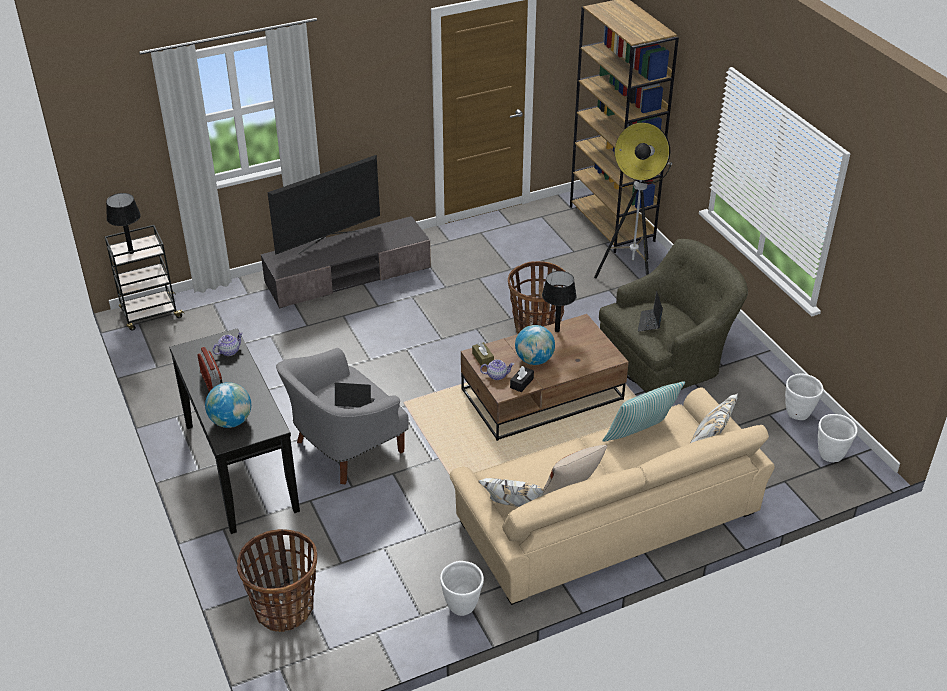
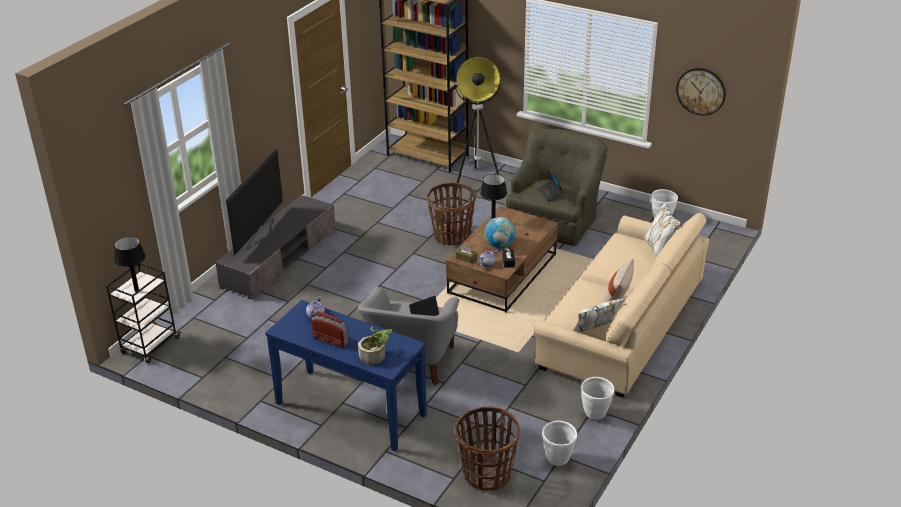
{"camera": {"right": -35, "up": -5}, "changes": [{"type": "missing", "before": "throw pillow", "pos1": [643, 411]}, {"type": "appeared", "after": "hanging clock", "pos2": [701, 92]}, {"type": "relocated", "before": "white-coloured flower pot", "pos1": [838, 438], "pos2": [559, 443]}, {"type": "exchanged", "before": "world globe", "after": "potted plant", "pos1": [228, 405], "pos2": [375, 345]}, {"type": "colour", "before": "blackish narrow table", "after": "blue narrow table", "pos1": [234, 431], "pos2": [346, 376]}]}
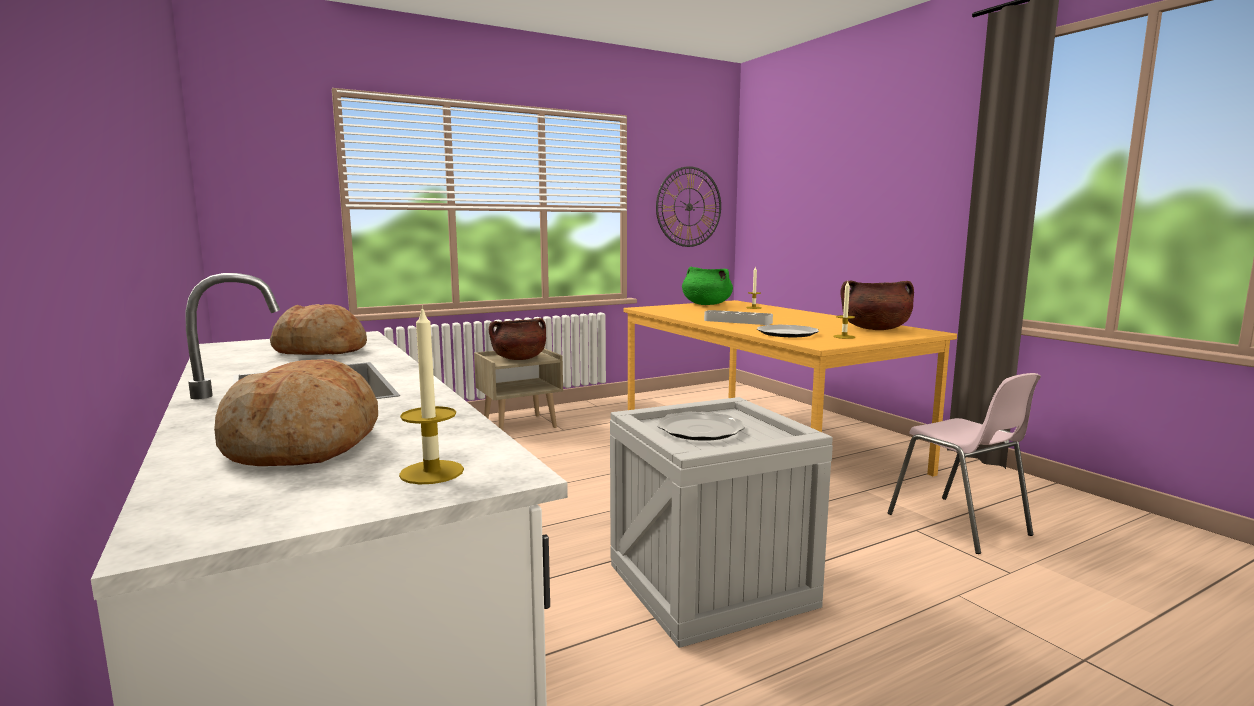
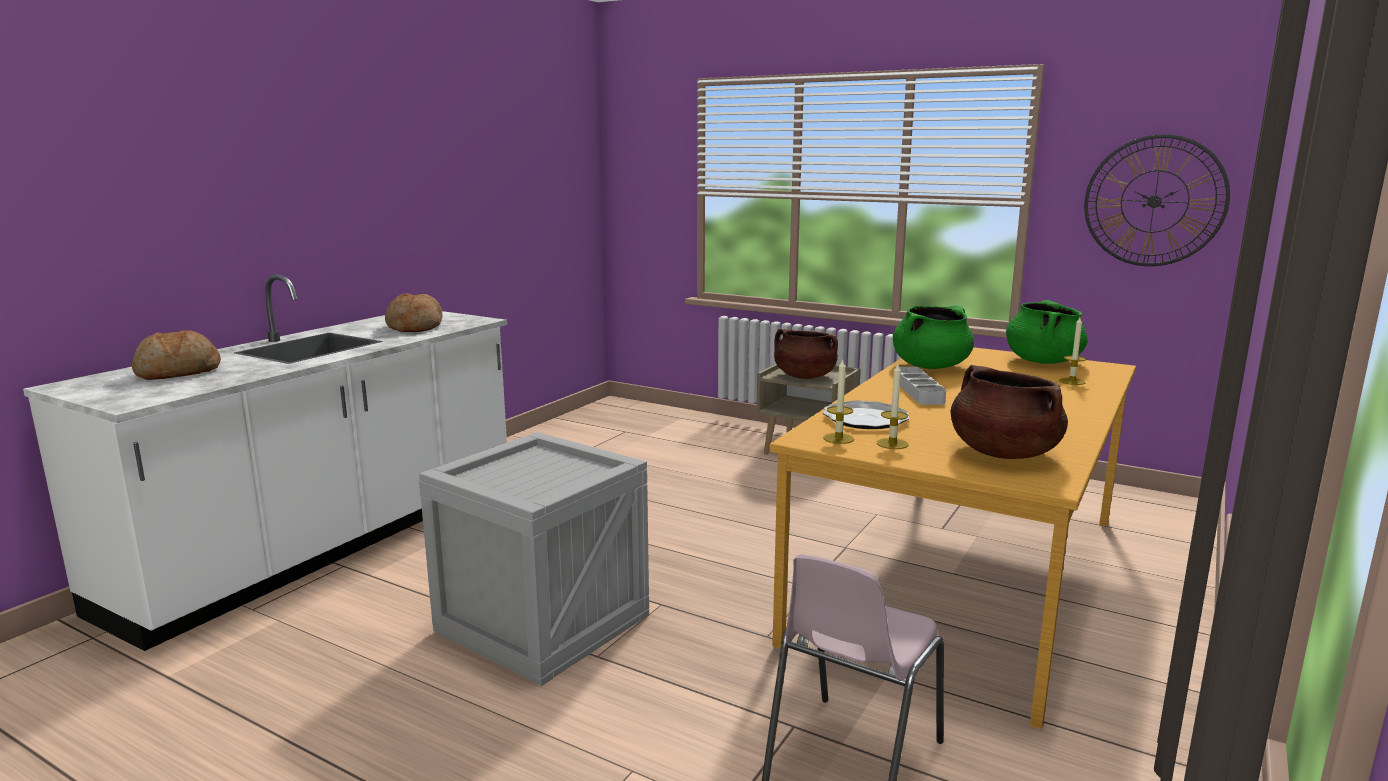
{"camera": {"right": 60, "up": 5}, "changes": [{"type": "missing", "before": "dinner plate", "pos1": [701, 426]}, {"type": "appeared", "after": "greenish saucepot", "pos2": [933, 337]}, {"type": "relocated", "before": "candle", "pos1": [431, 395], "pos2": [839, 401]}]}
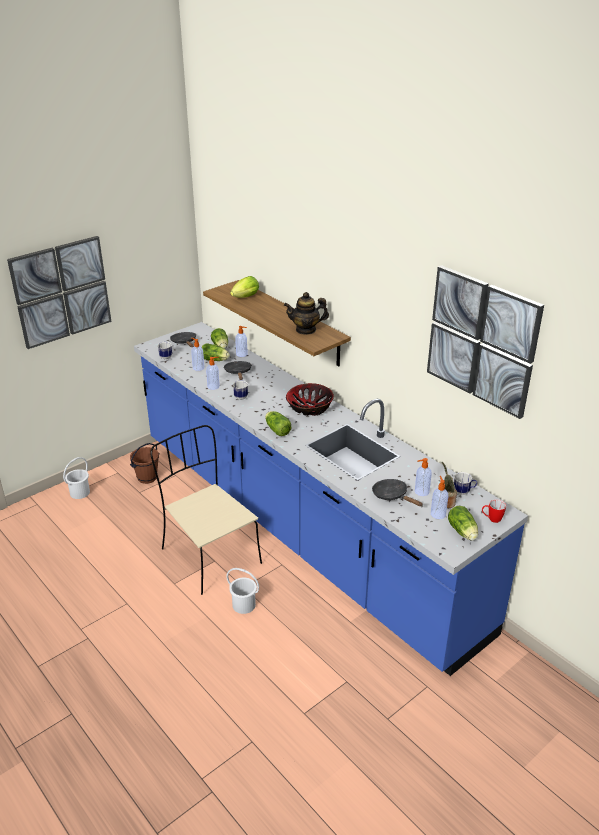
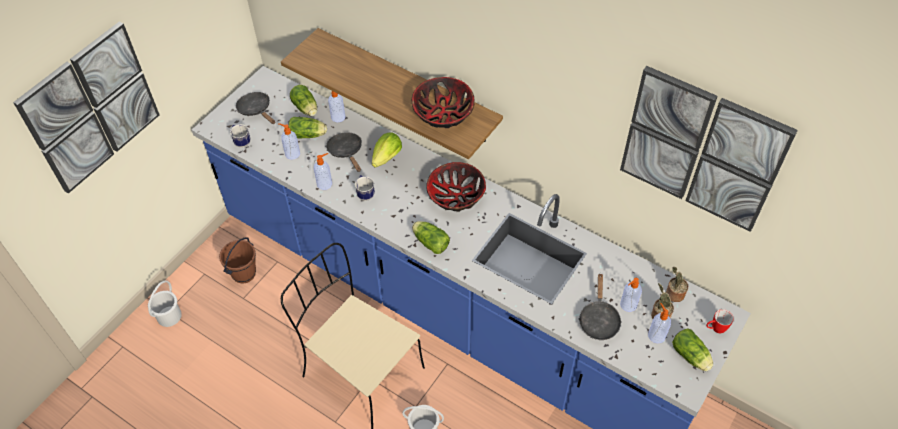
{"camera": {"right": -15, "up": 20}, "changes": [{"type": "relocated", "before": "lettuce head", "pos1": [244, 287], "pos2": [387, 150]}, {"type": "exchanged", "before": "pot for tea", "after": "bowl", "pos1": [306, 313], "pos2": [443, 102]}, {"type": "exchanged", "before": "tea mug", "after": "potted plant", "pos1": [465, 483], "pos2": [677, 284]}, {"type": "spun", "before": "blackish frying pan", "pos1": [397, 492], "pos2": [600, 306], "turn": -120}]}
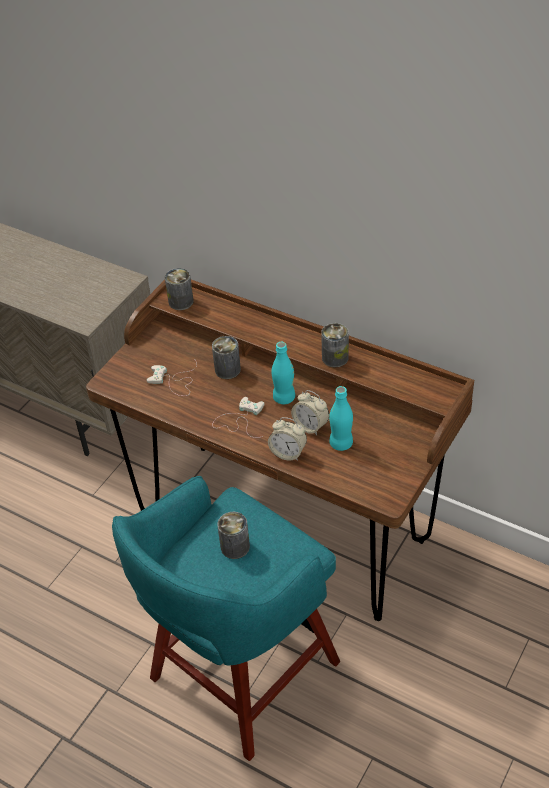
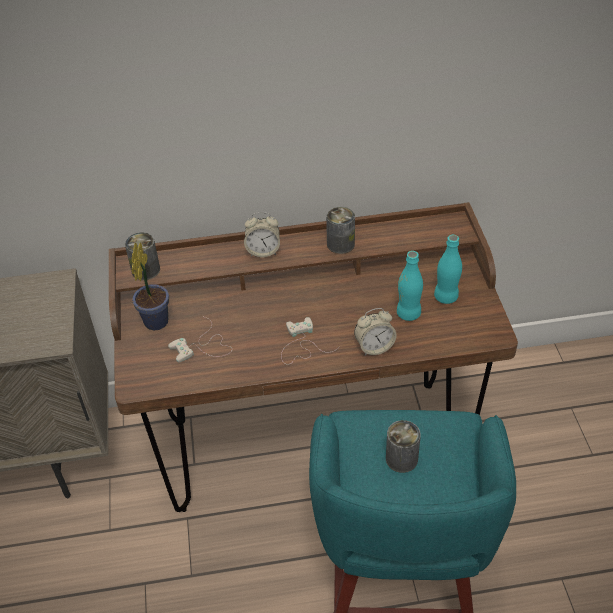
{"camera": {"right": -40, "up": 0}, "changes": [{"type": "missing", "before": "can", "pos1": [226, 357]}, {"type": "appeared", "after": "potted plant", "pos2": [150, 286]}, {"type": "relocated", "before": "blue-green beverage bottle", "pos1": [283, 373], "pos2": [448, 269]}, {"type": "relocated", "before": "bedside clock", "pos1": [310, 412], "pos2": [262, 234]}]}
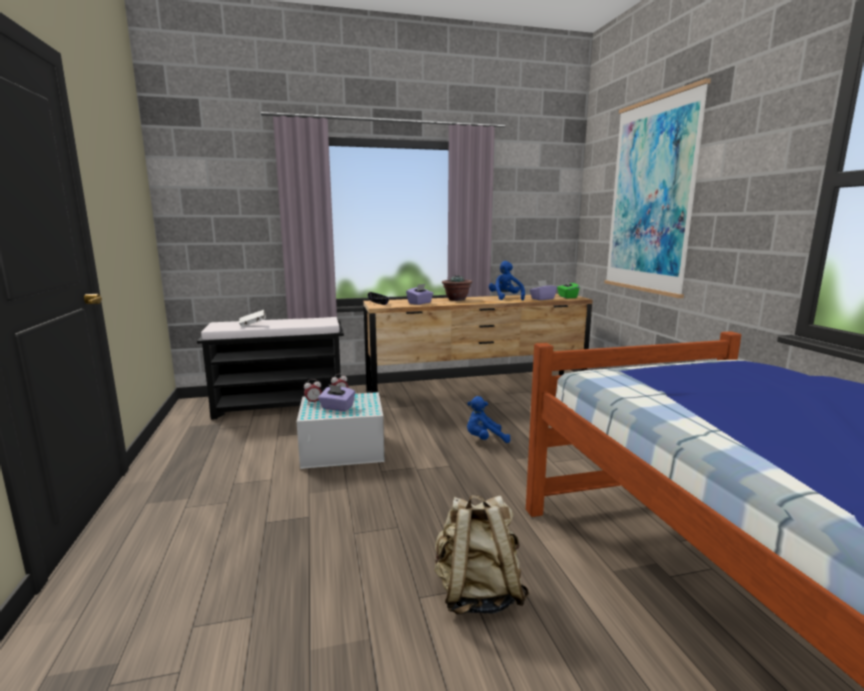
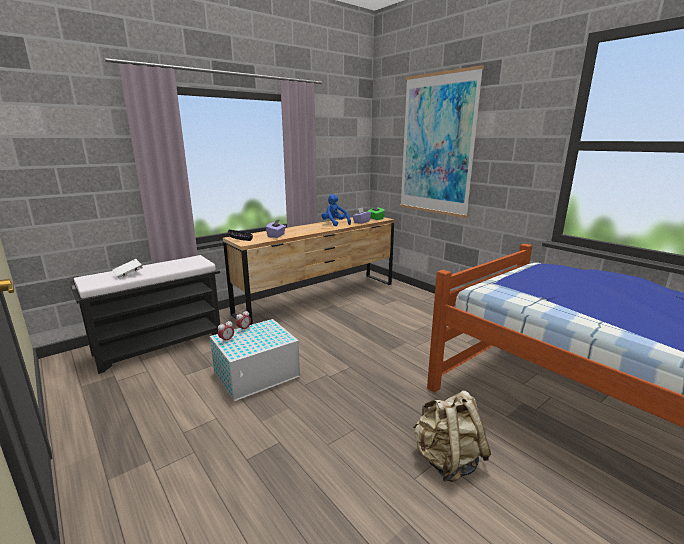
{"camera": {"right": -25, "up": 5}, "changes": [{"type": "missing", "before": "purple-coloured tissue box", "pos1": [336, 397]}, {"type": "missing", "before": "potted plant", "pos1": [457, 288]}, {"type": "missing", "before": "blue cuddly toy", "pos1": [488, 419]}]}
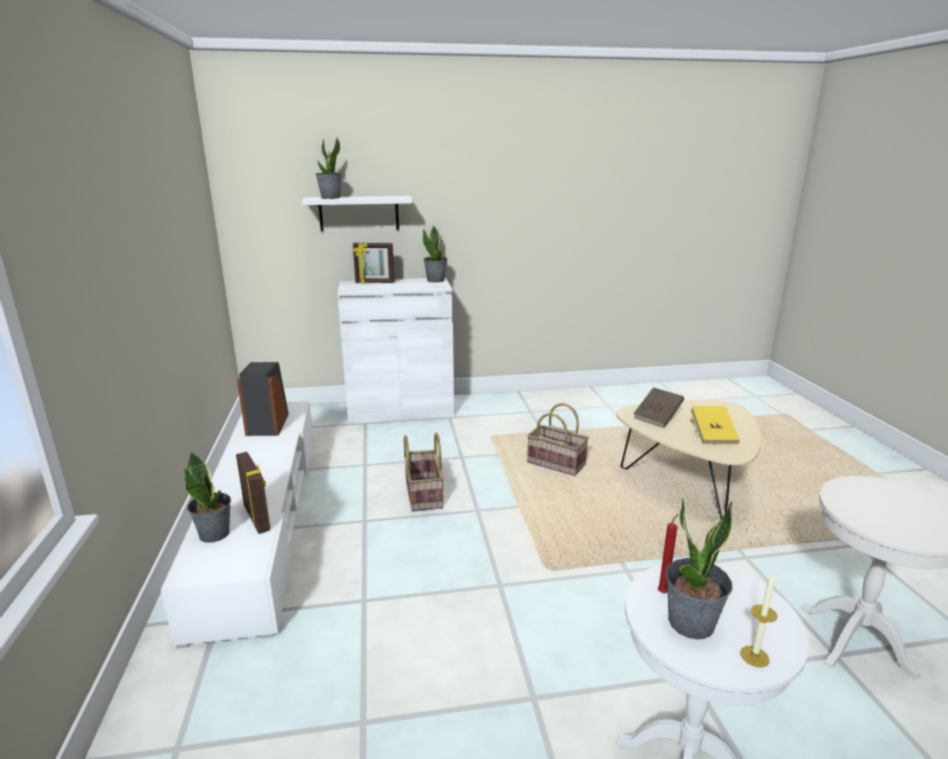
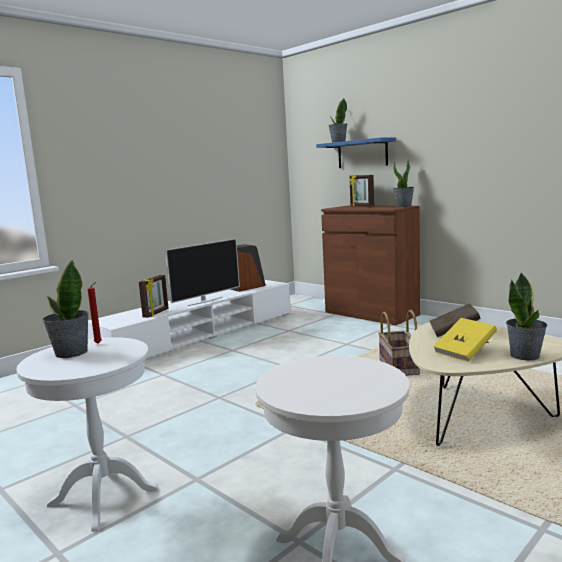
{"camera": {"right": 55, "up": -10}, "changes": [{"type": "missing", "before": "storage basket", "pos1": [424, 472]}, {"type": "missing", "before": "candle", "pos1": [758, 621]}, {"type": "appeared", "after": "television", "pos2": [202, 272]}, {"type": "relocated", "before": "potted plant", "pos1": [207, 497], "pos2": [527, 316]}, {"type": "colour", "before": "white-coloured wall shelf", "after": "blue wall shelf", "pos1": [357, 213], "pos2": [356, 152]}, {"type": "colour", "before": "white-coloured cupboard", "after": "brownish cupboard", "pos1": [395, 350], "pos2": [370, 265]}]}
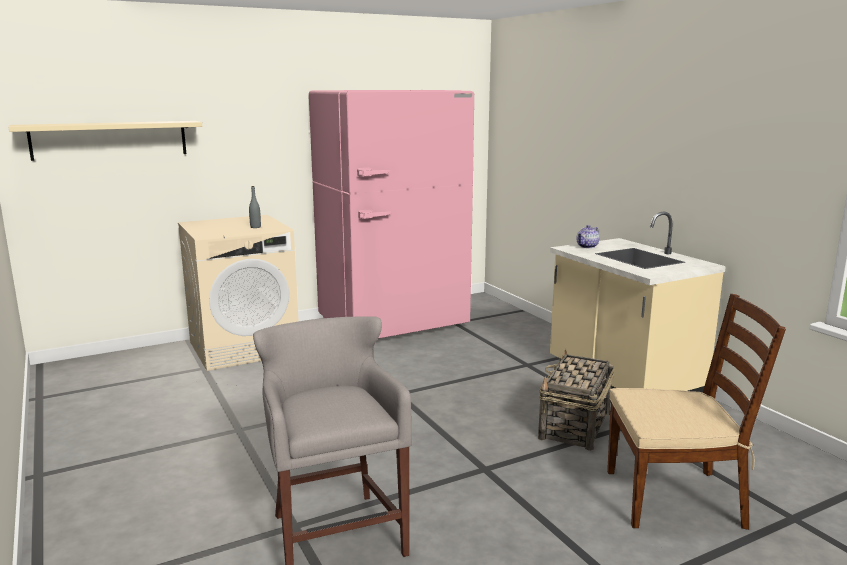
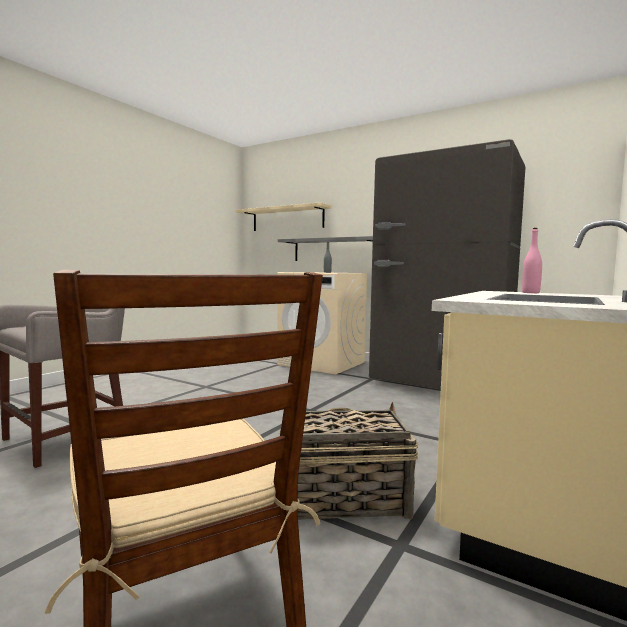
{"camera": {"right": 60, "up": -10}, "changes": [{"type": "appeared", "after": "grey wall shelf", "pos2": [325, 248]}, {"type": "exchanged", "before": "pot for tea", "after": "pink beverage bottle", "pos1": [587, 236], "pos2": [532, 260]}, {"type": "colour", "before": "pink refrigerator", "after": "grey refrigerator", "pos1": [391, 214], "pos2": [447, 264]}]}
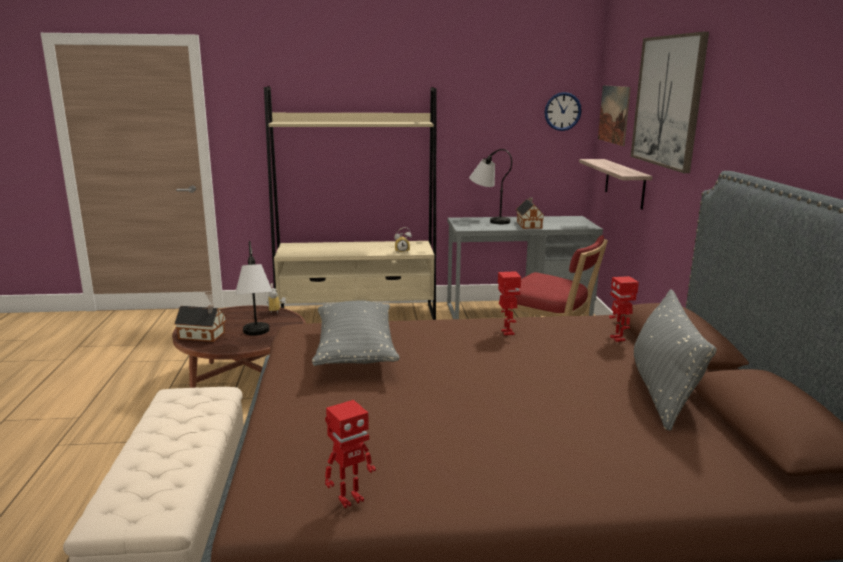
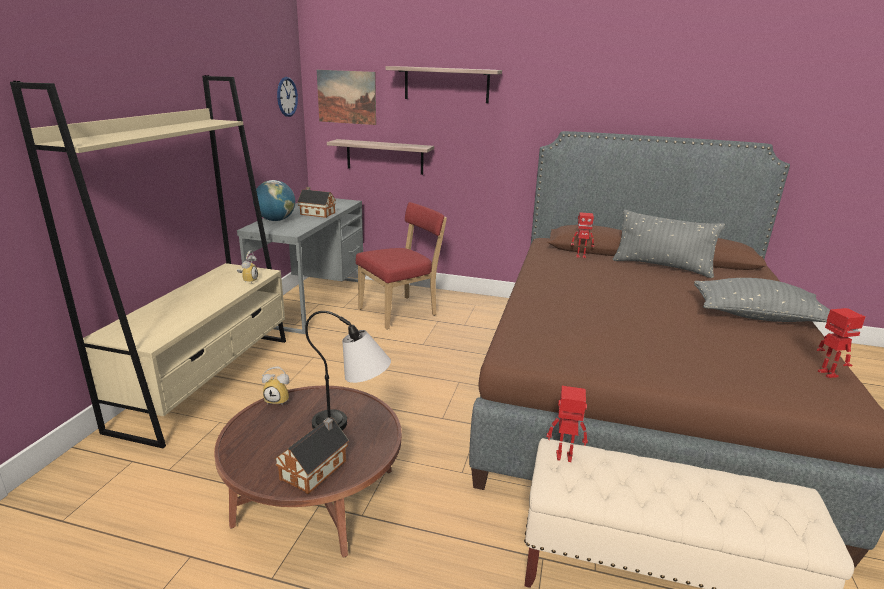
{"camera": {"right": -70, "up": 5}, "changes": [{"type": "relocated", "before": "grey throw pillow", "pos1": [356, 333], "pos2": [762, 300]}, {"type": "relocated", "before": "robot figure", "pos1": [509, 303], "pos2": [567, 424]}, {"type": "exchanged", "before": "tabletop lamp", "after": "world globe", "pos1": [490, 186], "pos2": [274, 200]}, {"type": "exchanged", "before": "wall art", "after": "wall shelf", "pos1": [670, 102], "pos2": [444, 84]}]}
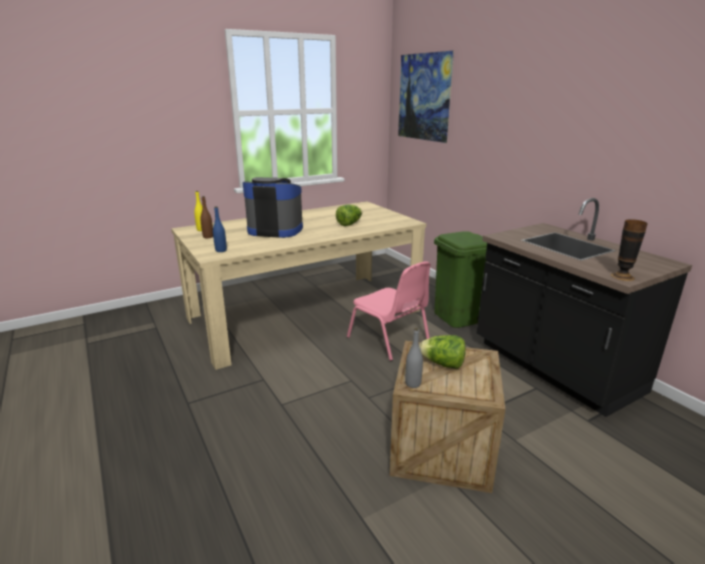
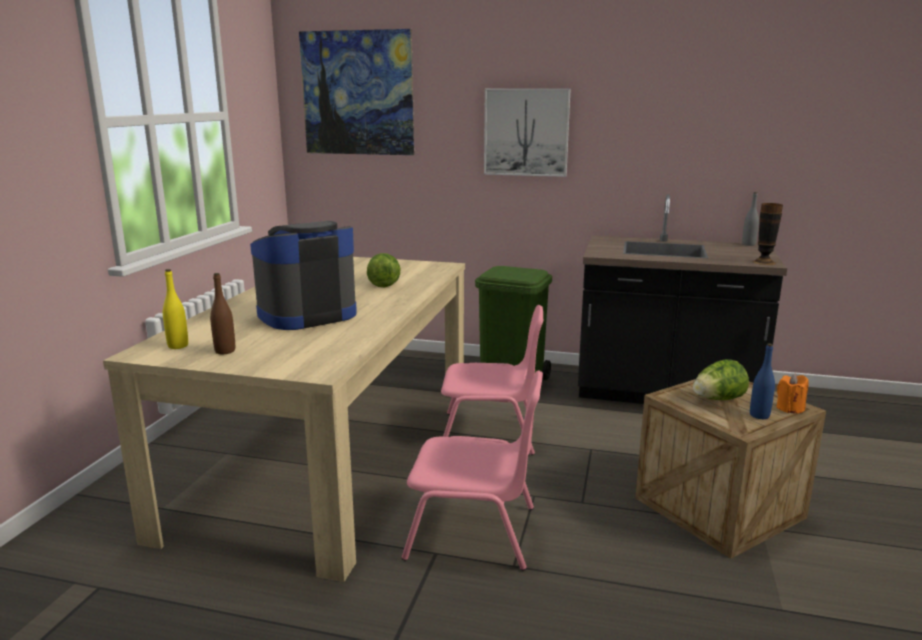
{"camera": {"right": -45, "up": -5}, "changes": [{"type": "appeared", "after": "pink upright chair", "pos2": [472, 470]}, {"type": "appeared", "after": "wall art", "pos2": [527, 132]}, {"type": "appeared", "after": "orange-coloured candle", "pos2": [792, 393]}, {"type": "relocated", "before": "blue beverage bottle", "pos1": [220, 229], "pos2": [762, 381]}, {"type": "relocated", "before": "grey beverage bottle", "pos1": [414, 358], "pos2": [750, 219]}]}
